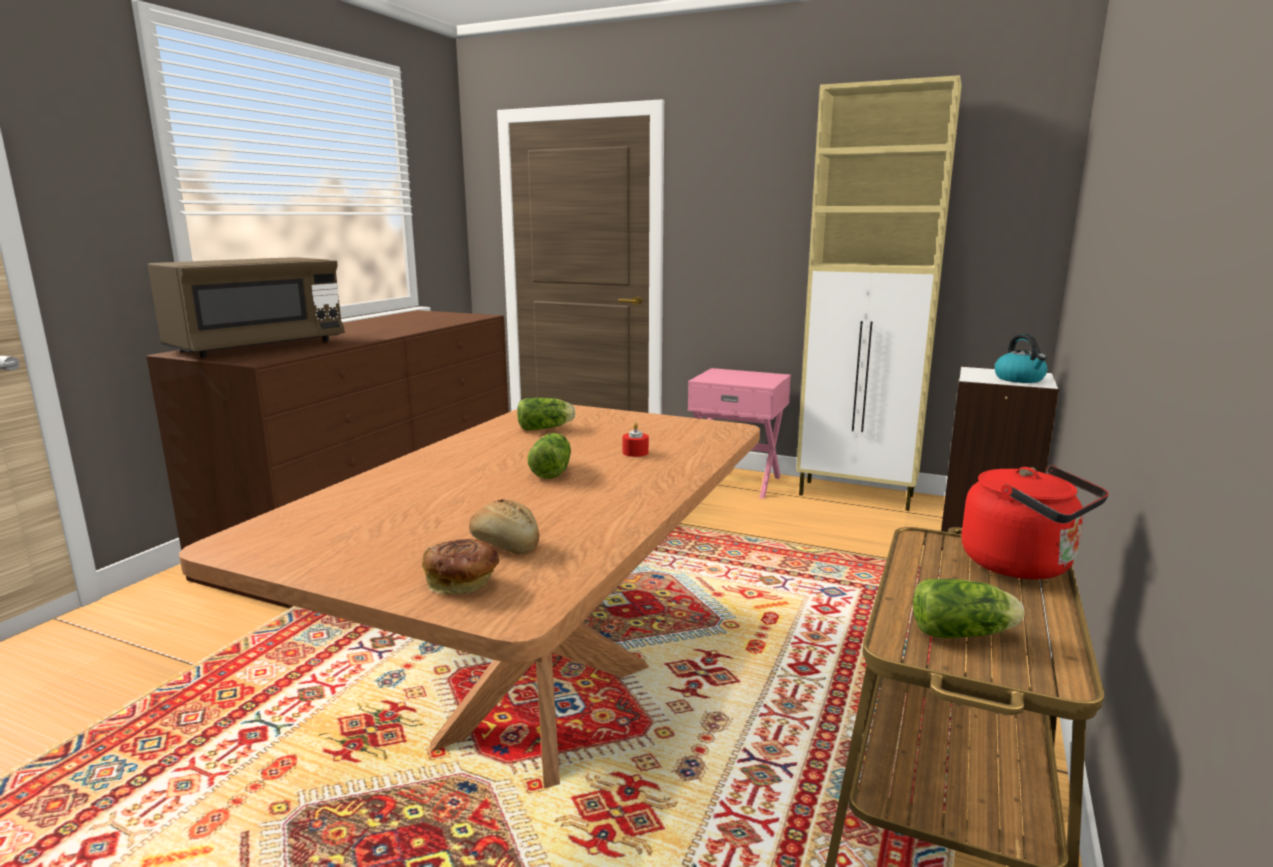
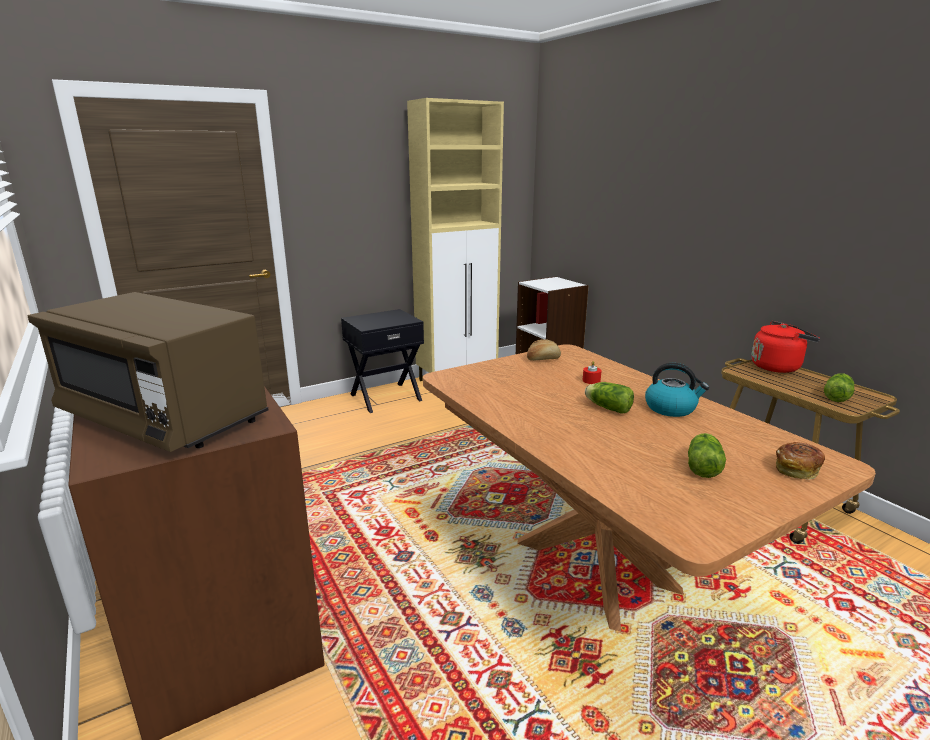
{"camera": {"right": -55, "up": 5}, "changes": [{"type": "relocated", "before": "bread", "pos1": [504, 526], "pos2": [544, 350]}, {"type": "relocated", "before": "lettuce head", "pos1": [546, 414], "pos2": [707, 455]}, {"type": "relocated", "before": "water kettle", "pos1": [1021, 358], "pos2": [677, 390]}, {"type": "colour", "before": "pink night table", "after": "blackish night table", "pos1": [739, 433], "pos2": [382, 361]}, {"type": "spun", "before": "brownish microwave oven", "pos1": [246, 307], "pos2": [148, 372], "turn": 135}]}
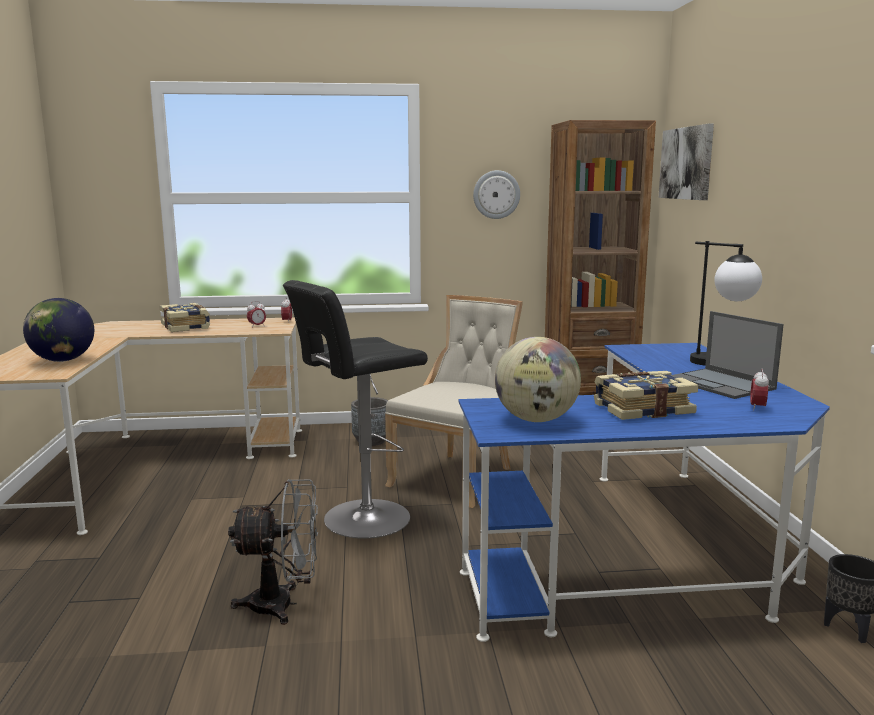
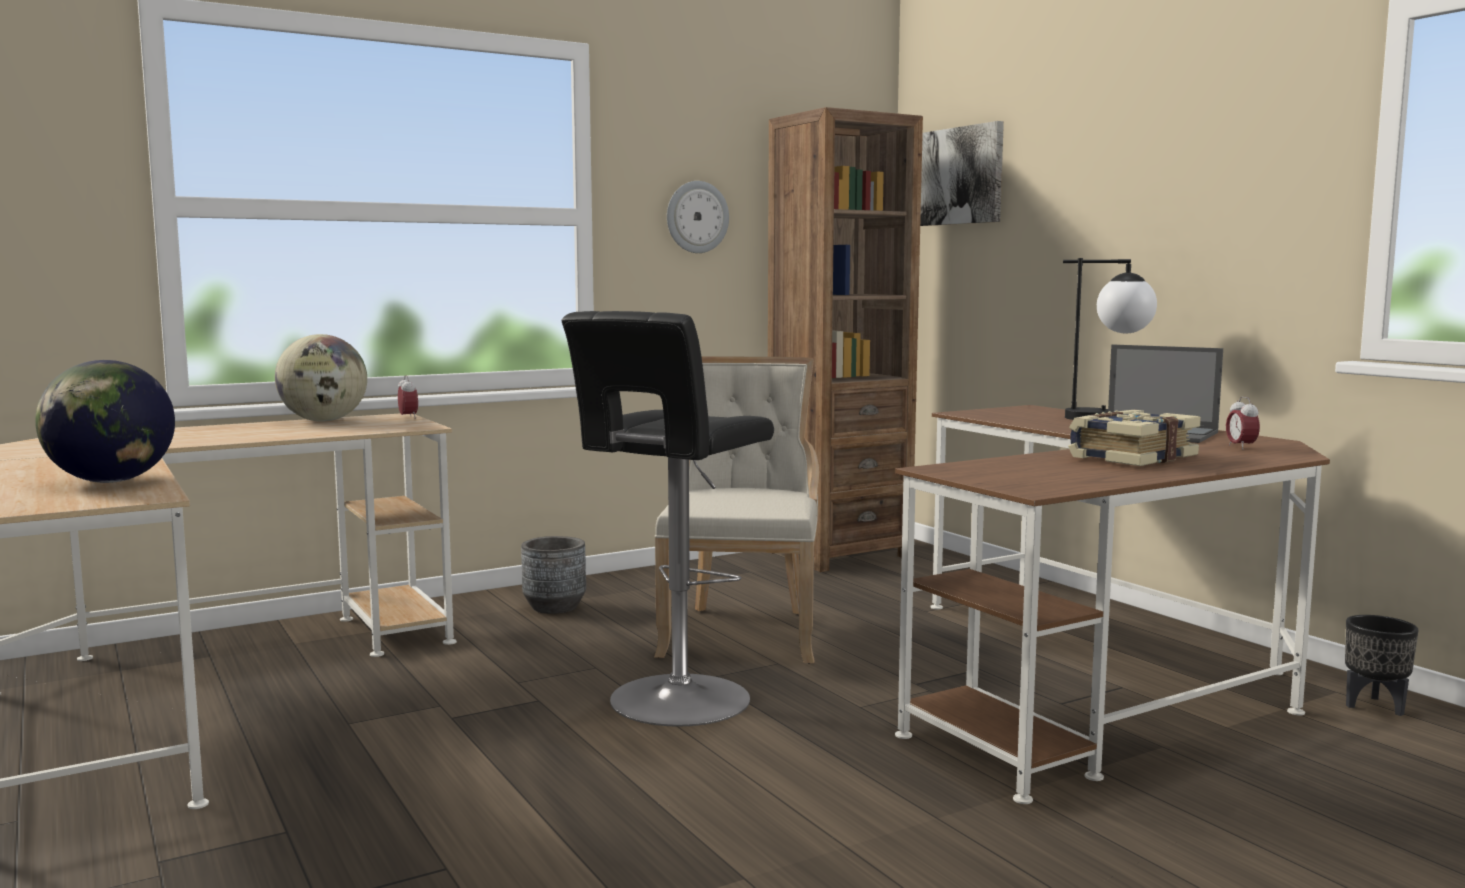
{"camera": {"right": -25, "up": -5}, "changes": [{"type": "missing", "before": "book", "pos1": [185, 317]}, {"type": "missing", "before": "grey cooling fan", "pos1": [273, 552]}, {"type": "missing", "before": "bedside clock", "pos1": [256, 314]}, {"type": "relocated", "before": "world globe", "pos1": [538, 379], "pos2": [321, 378]}, {"type": "colour", "before": "blue desk unit", "after": "brownish desk unit", "pos1": [644, 492], "pos2": [1112, 604]}]}
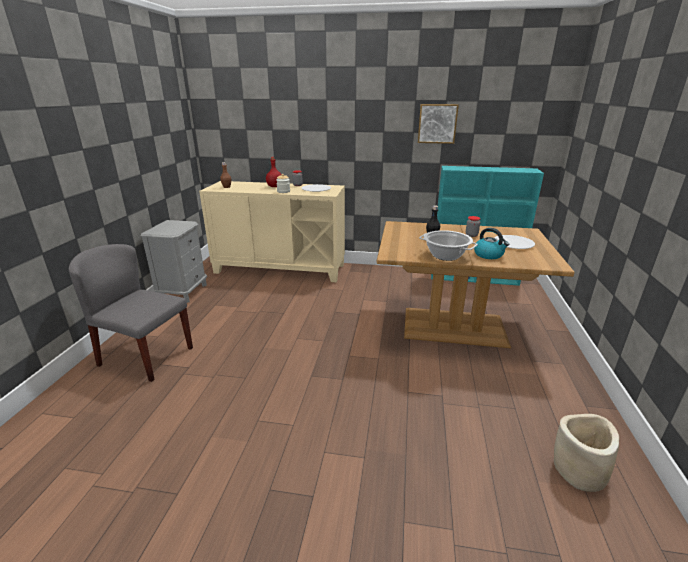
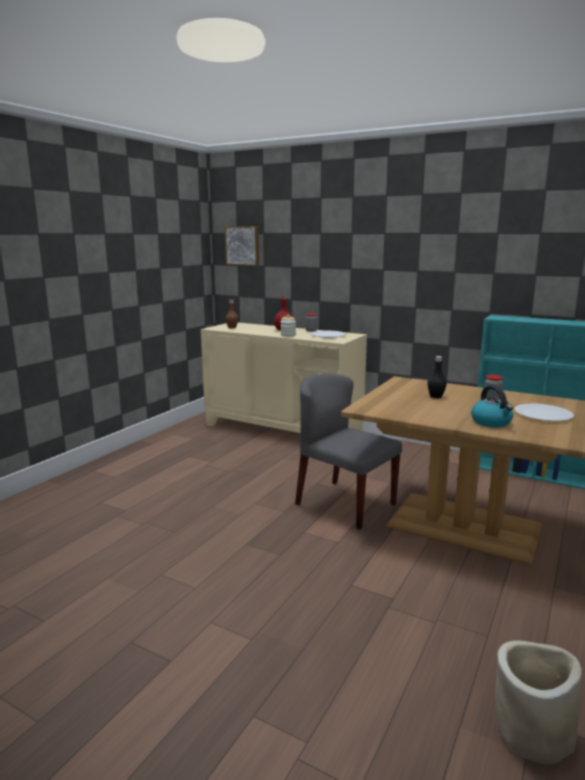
{"camera": {"right": 20, "up": -10}, "changes": [{"type": "missing", "before": "grey night table", "pos1": [174, 261]}, {"type": "missing", "before": "saucepot", "pos1": [448, 245]}, {"type": "relocated", "before": "grey upright chair", "pos1": [131, 313], "pos2": [348, 452]}, {"type": "relocated", "before": "wall art", "pos1": [438, 124], "pos2": [242, 246]}]}
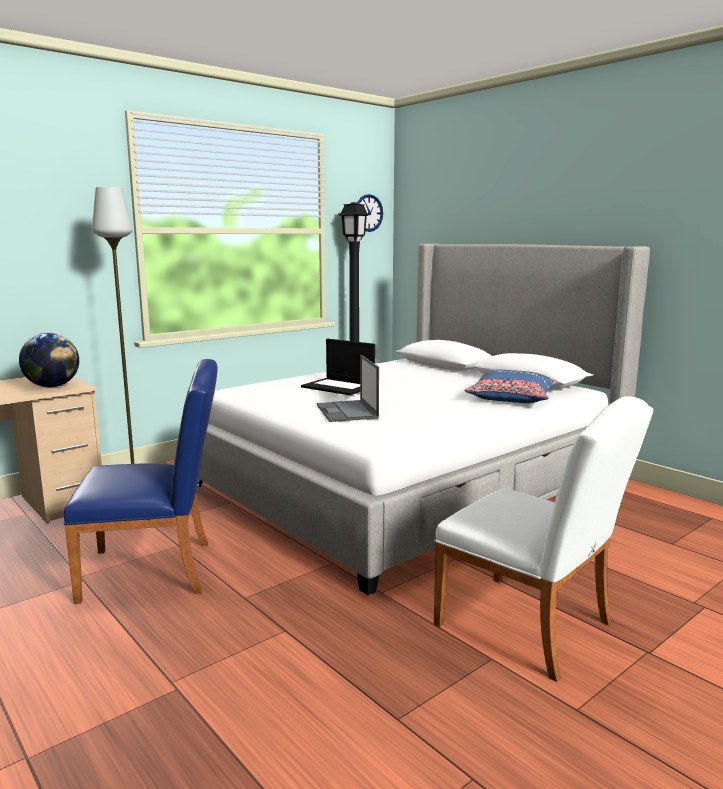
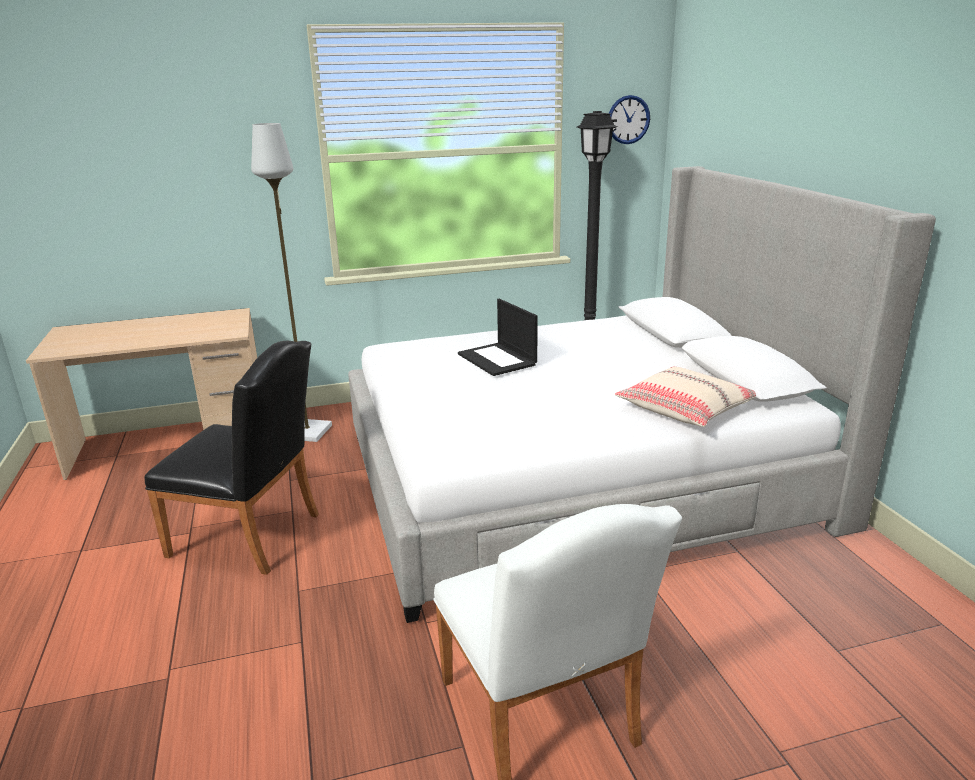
{"camera": {"right": 25, "up": 10}, "changes": [{"type": "missing", "before": "world globe", "pos1": [49, 360]}, {"type": "missing", "before": "notebook computer", "pos1": [348, 388]}, {"type": "colour", "before": "blue upright chair", "after": "blackish upright chair", "pos1": [140, 481], "pos2": [232, 458]}, {"type": "colour", "before": "blue throw pillow", "after": "beige throw pillow", "pos1": [511, 386], "pos2": [685, 397]}]}
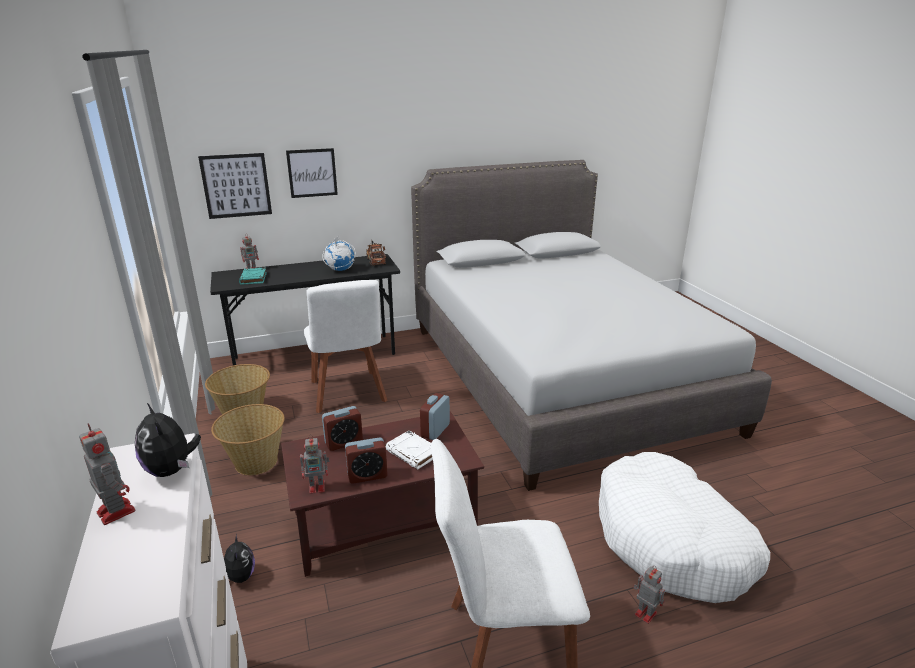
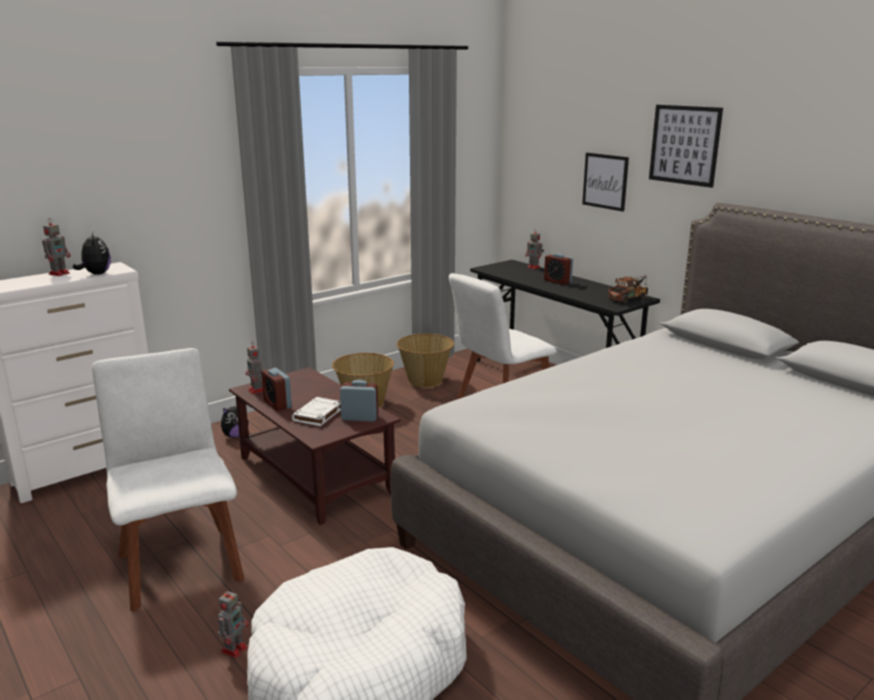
{"camera": {"right": 70, "up": -5}, "changes": [{"type": "missing", "before": "blue-green book", "pos1": [253, 276]}, {"type": "missing", "before": "world globe", "pos1": [339, 253]}, {"type": "relocated", "before": "wall art", "pos1": [235, 186], "pos2": [686, 146]}, {"type": "relocated", "before": "bedside clock", "pos1": [342, 428], "pos2": [558, 269]}, {"type": "spun", "before": "cuddly toy", "pos1": [168, 439], "pos2": [92, 253], "turn": 120}]}
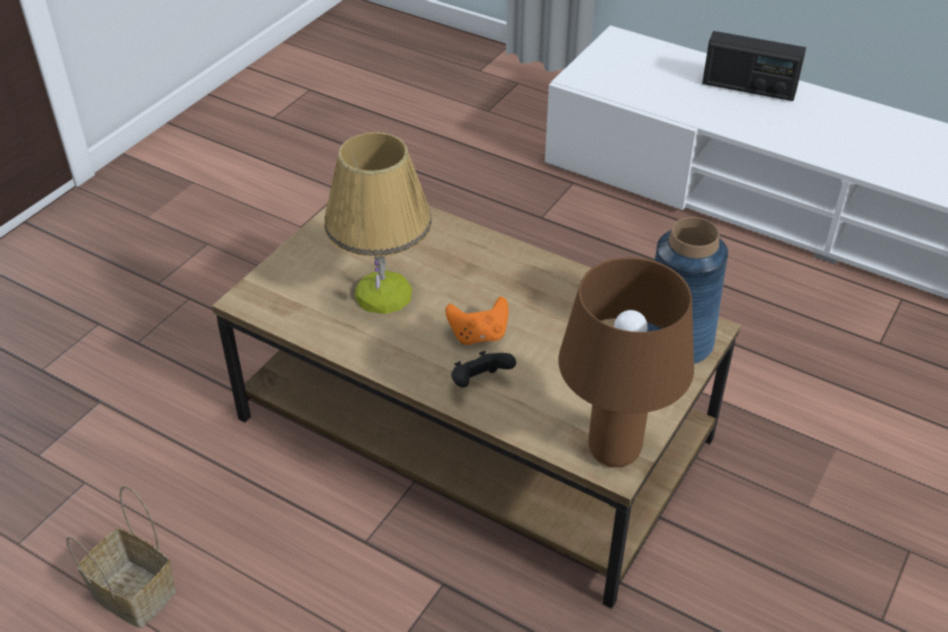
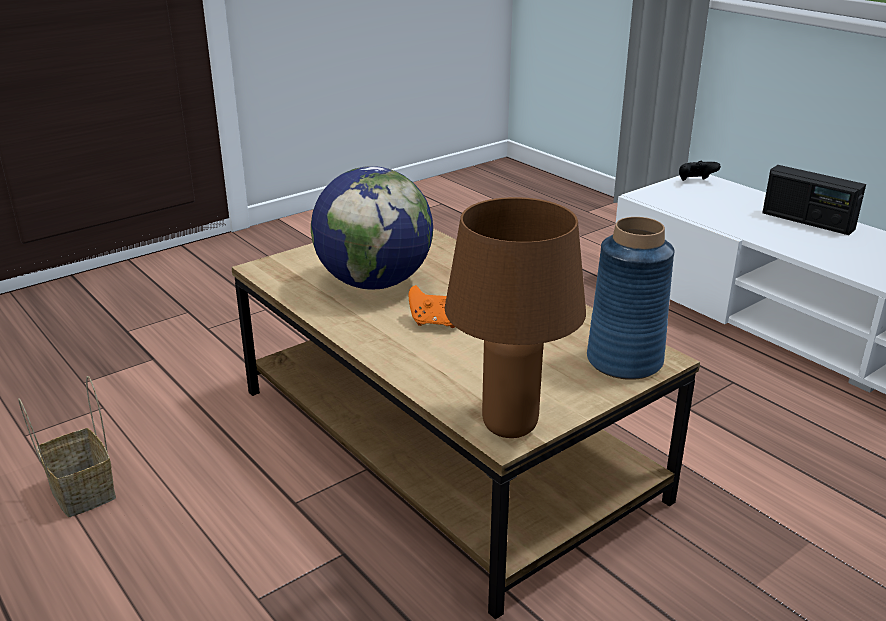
{"camera": {"right": 20, "up": -15}, "changes": [{"type": "relocated", "before": "blackish game controller", "pos1": [483, 369], "pos2": [700, 171]}, {"type": "exchanged", "before": "tabletop lamp", "after": "world globe", "pos1": [378, 223], "pos2": [372, 227]}]}
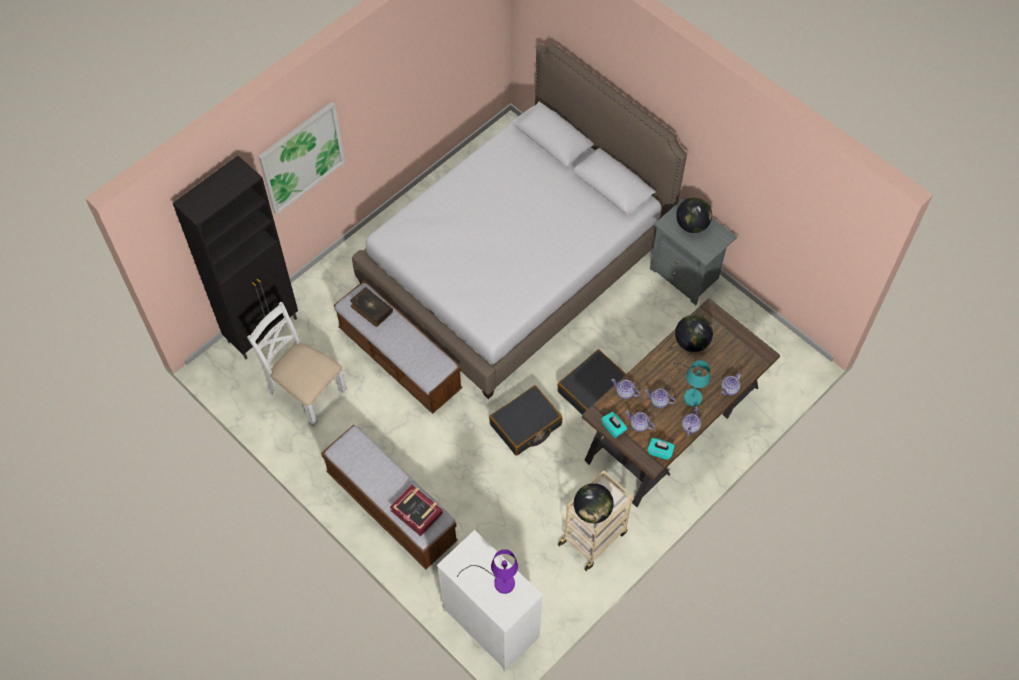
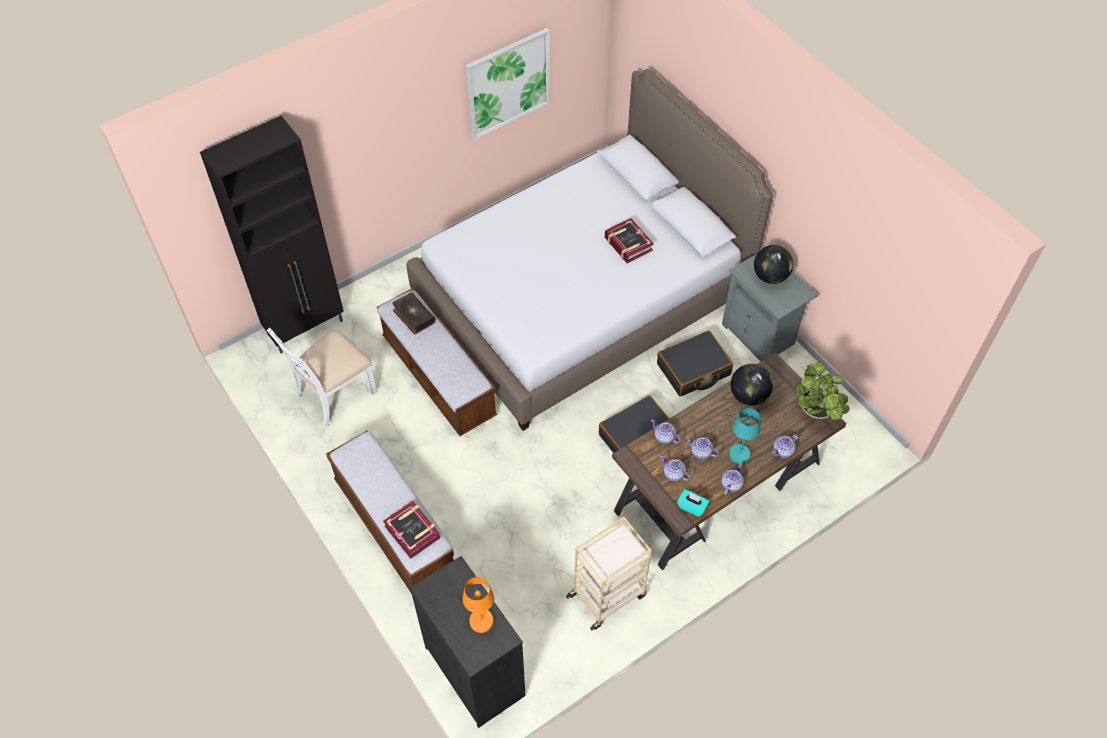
{"camera": {"right": 10, "up": -5}, "changes": [{"type": "missing", "before": "world globe", "pos1": [594, 503]}, {"type": "missing", "before": "blue-green tissue box", "pos1": [614, 425]}, {"type": "appeared", "after": "book", "pos2": [629, 240]}, {"type": "appeared", "after": "potted plant", "pos2": [822, 391]}, {"type": "relocated", "before": "wall art", "pos1": [301, 158], "pos2": [508, 84]}, {"type": "relocated", "before": "blackish travel case", "pos1": [525, 420], "pos2": [695, 363]}, {"type": "colour", "before": "white-coloured drawer chest", "after": "blackish drawer chest", "pos1": [490, 600], "pos2": [468, 642]}, {"type": "colour", "before": "purple-coloured tabletop lamp", "after": "orange-coloured tabletop lamp", "pos1": [487, 571], "pos2": [462, 605]}, {"type": "spun", "before": "white-coloured upright chair", "pos1": [297, 364], "pos2": [322, 378], "turn": -90}]}
